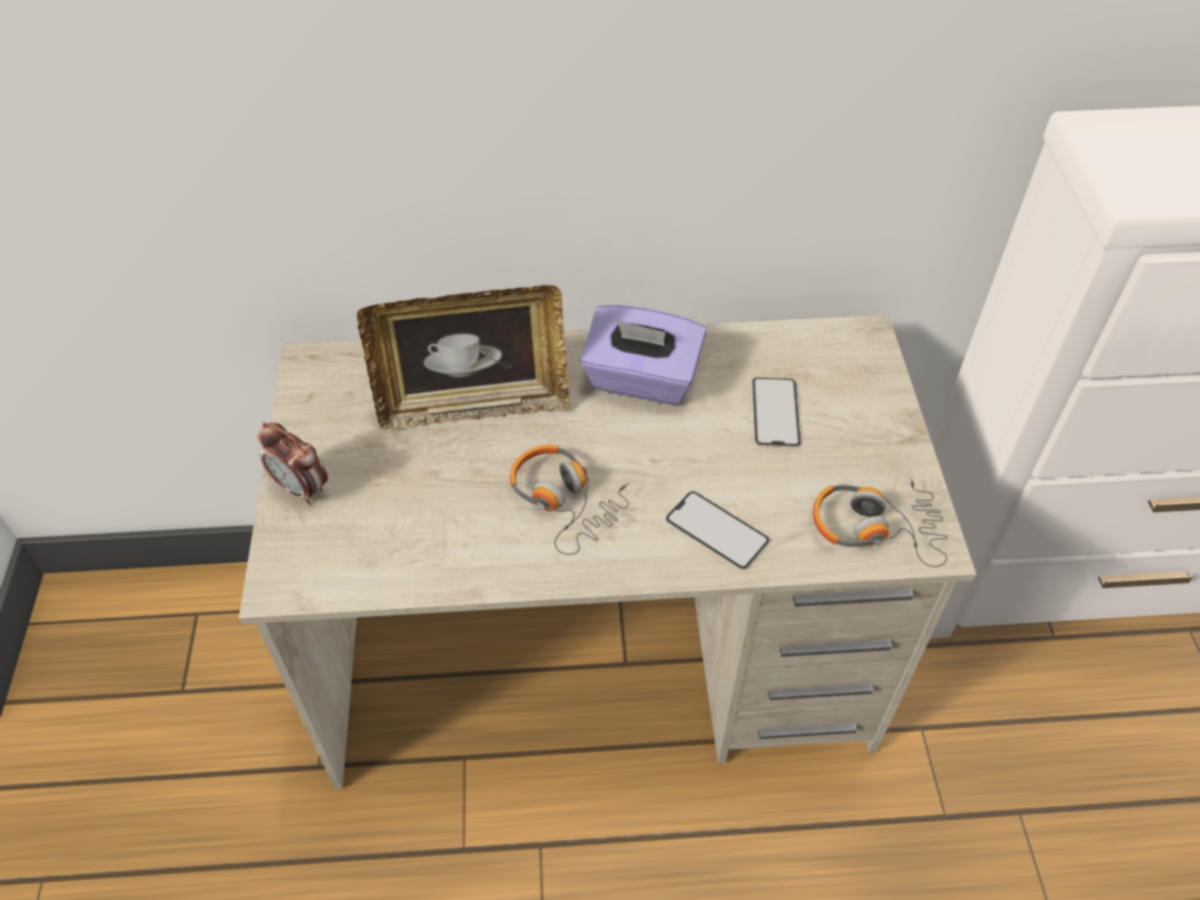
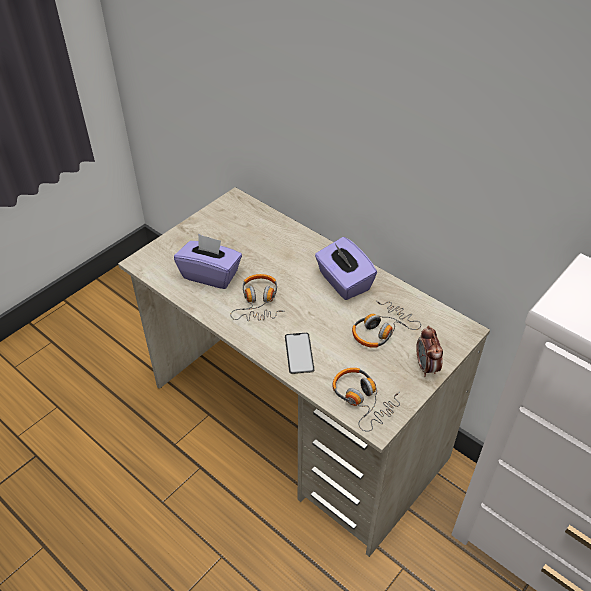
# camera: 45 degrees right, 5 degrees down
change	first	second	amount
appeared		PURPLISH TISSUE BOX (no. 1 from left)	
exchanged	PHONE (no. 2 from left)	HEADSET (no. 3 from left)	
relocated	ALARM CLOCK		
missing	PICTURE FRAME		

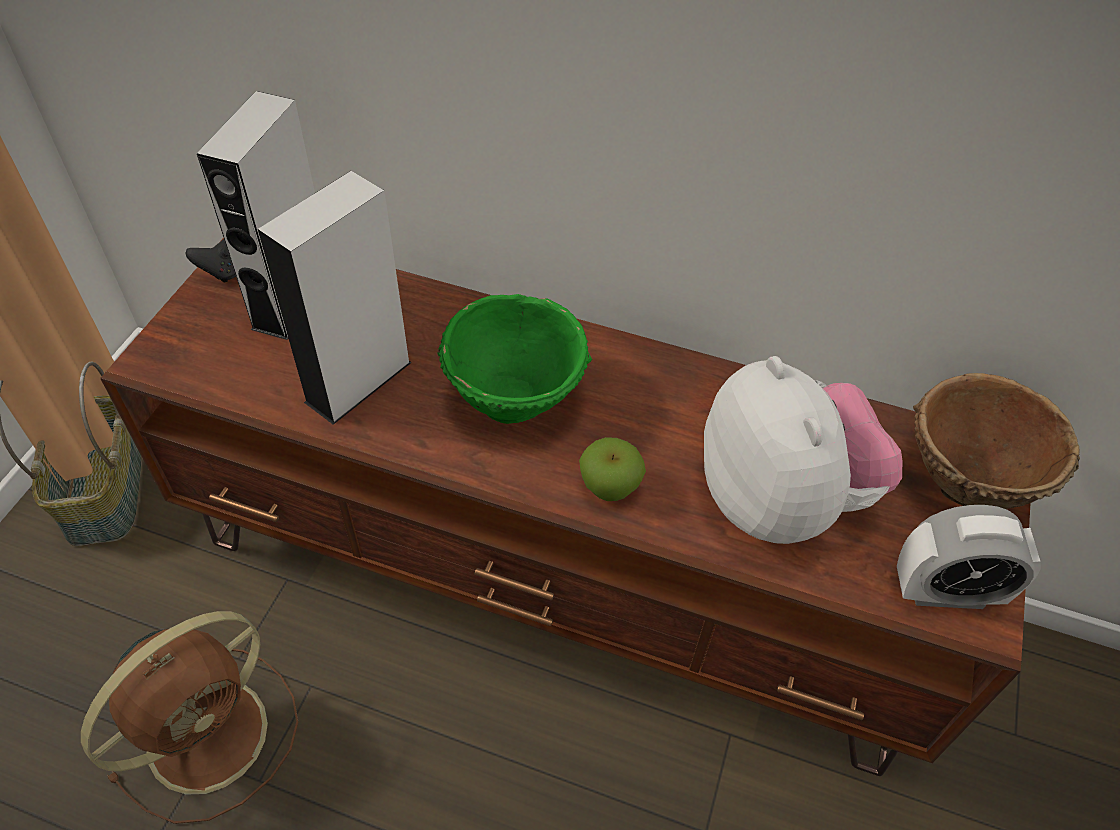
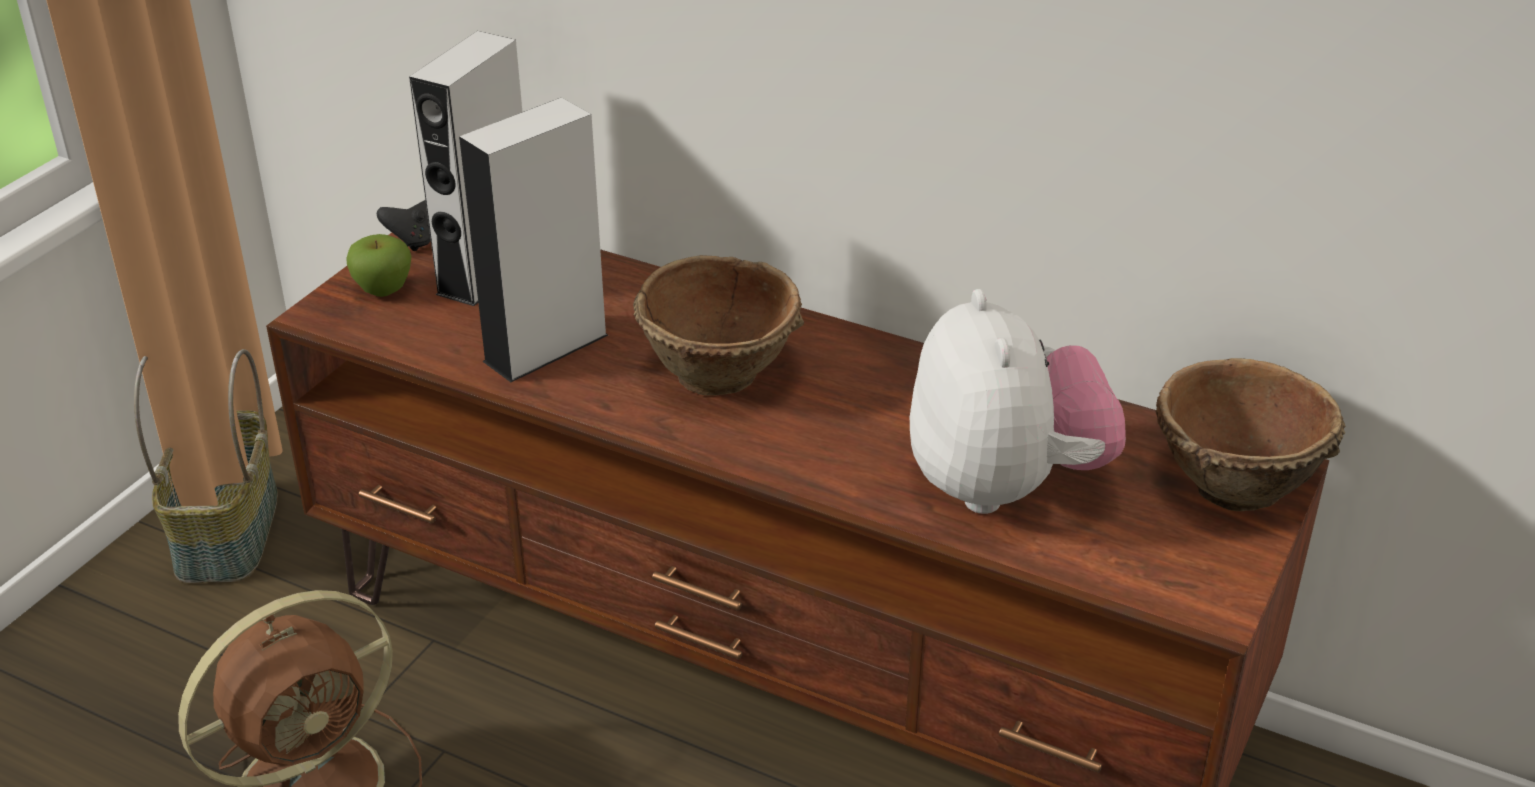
# camera: 10 degrees right, 15 degrees down
change	first	second	amount
relocated	WHOLE APPLE		
colour	GREEN DEEP DISH	BROWNISH DEEP DISH (no. 1 from left)	
missing	ALARM CLOCK		

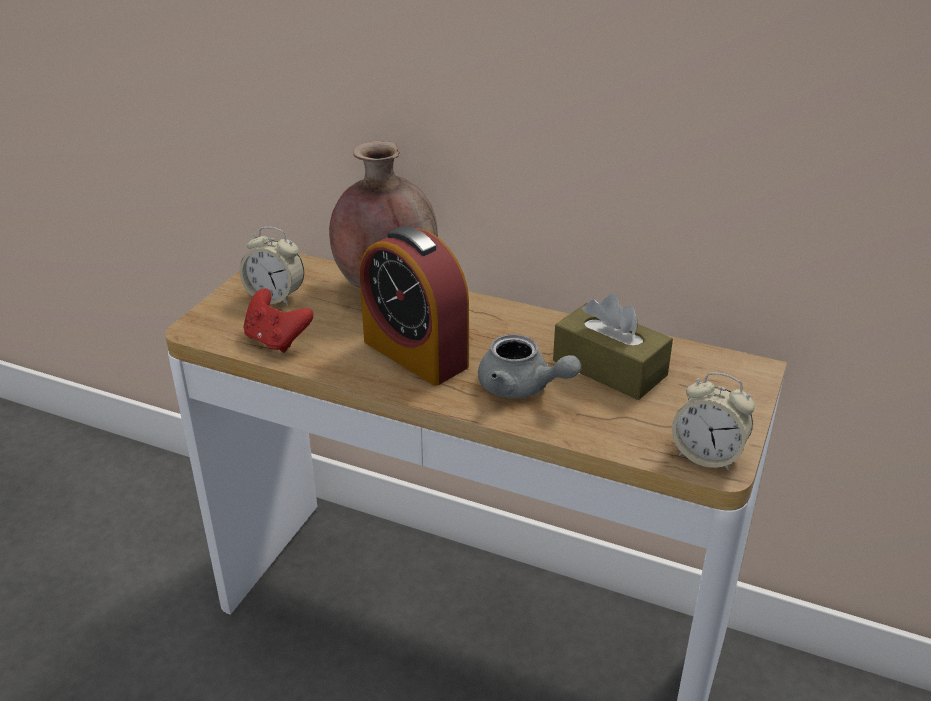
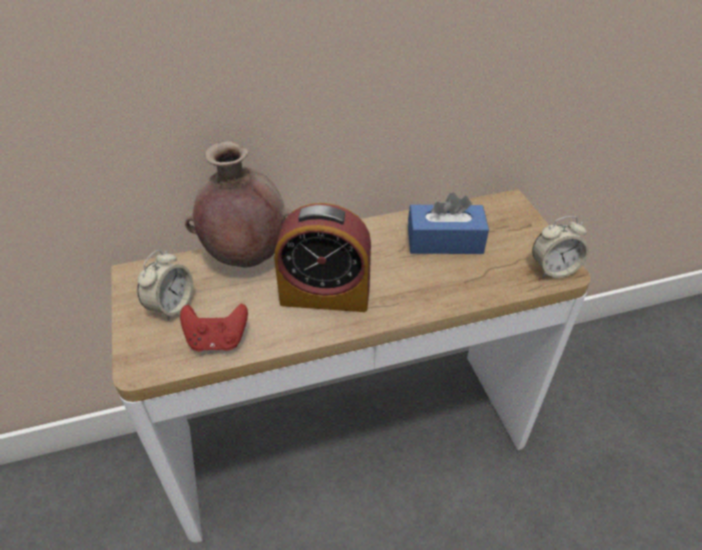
# camera: 40 degrees left, 10 degrees up
change	first	second	amount
spun	ALARM CLOCK (no. 1 from left)		45 degrees counterclockwise
colour	BROWNISH TISSUE BOX	BLUE TISSUE BOX	
missing	GREY POT FOR TEA		

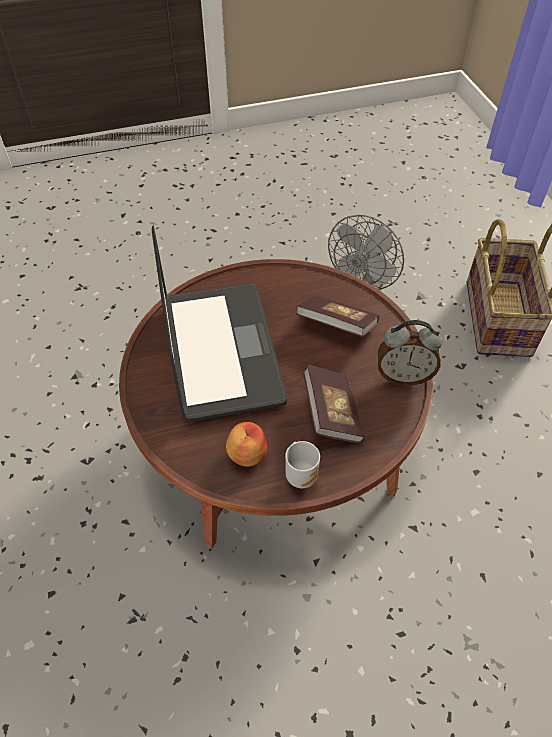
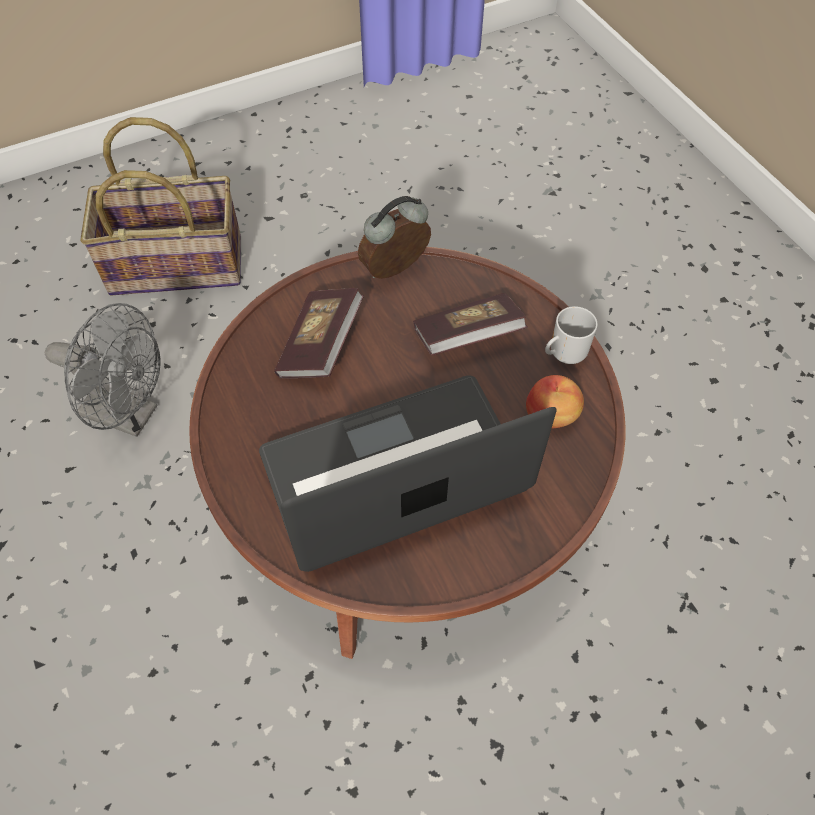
# camera: 100 degrees left, 5 degrees up
change	first	second	amount
spun	ALARM CLOCK		120 degrees counterclockwise

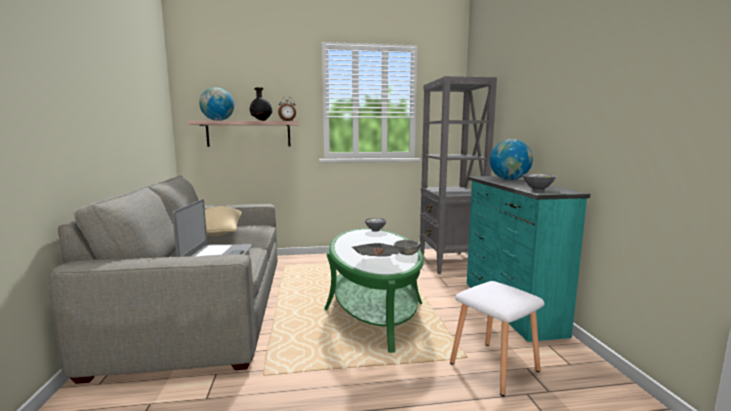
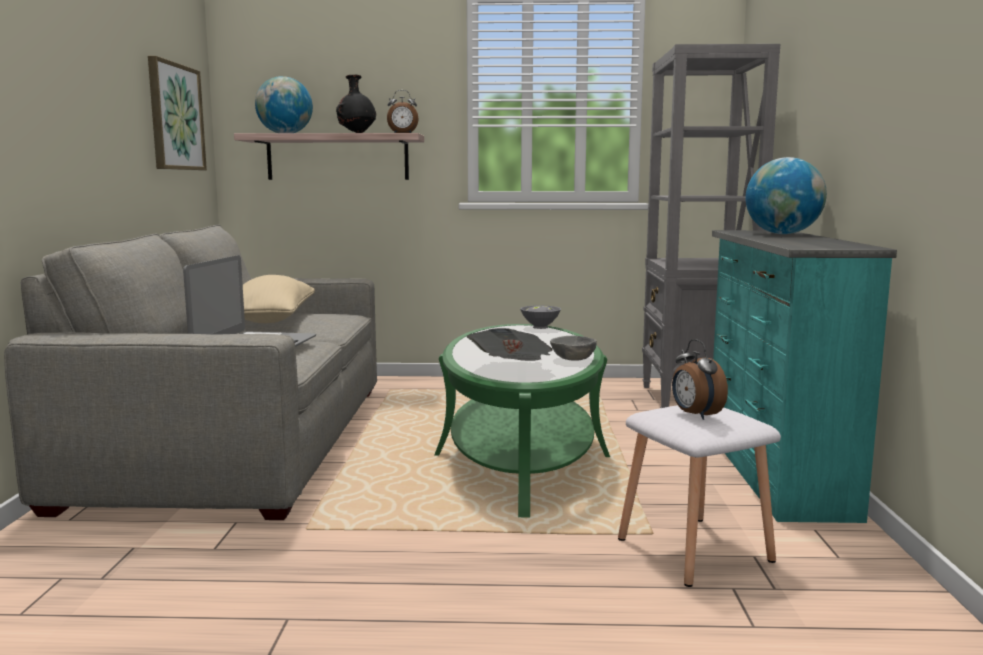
# camera: 10 degrees right, 0 degrees up
change	first	second	amount
appeared		WALL ART	
appeared		ALARM CLOCK (no. 2 from left)	
missing	GREY DEEP DISH (no. 3 from left)		

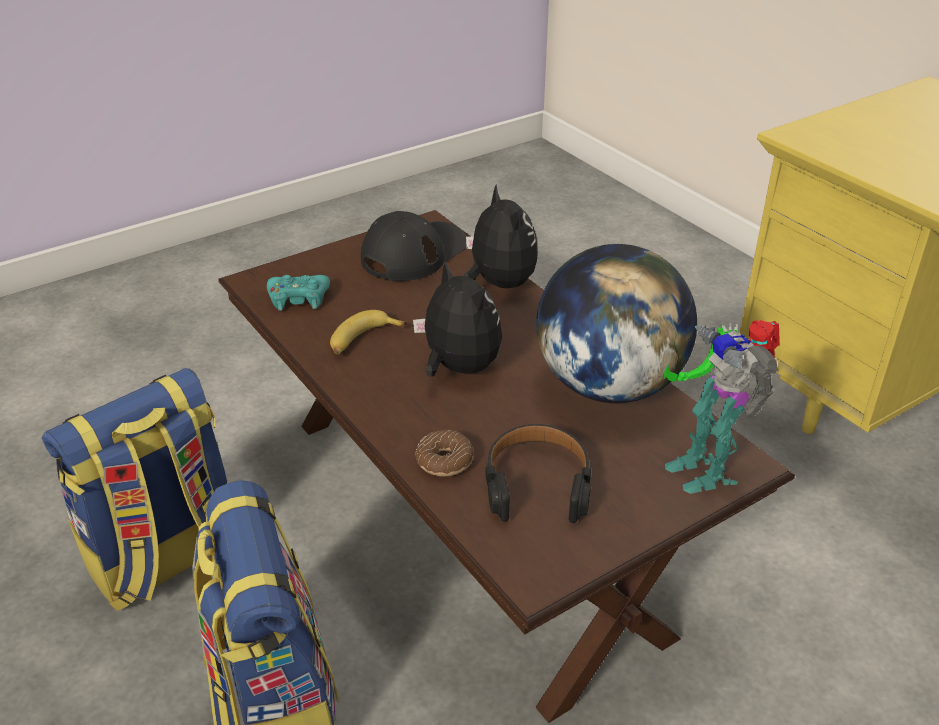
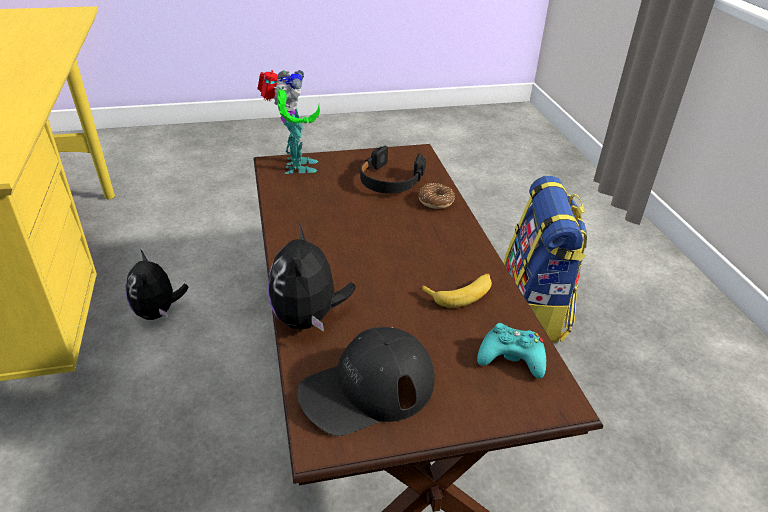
# camera: 160 degrees left, 0 degrees up
change	first	second	amount
relocated	SOFT TOY (no. 1 from left)		
missing	RUCKSACK (no. 1 from left)		
missing	WORLD GLOBE		

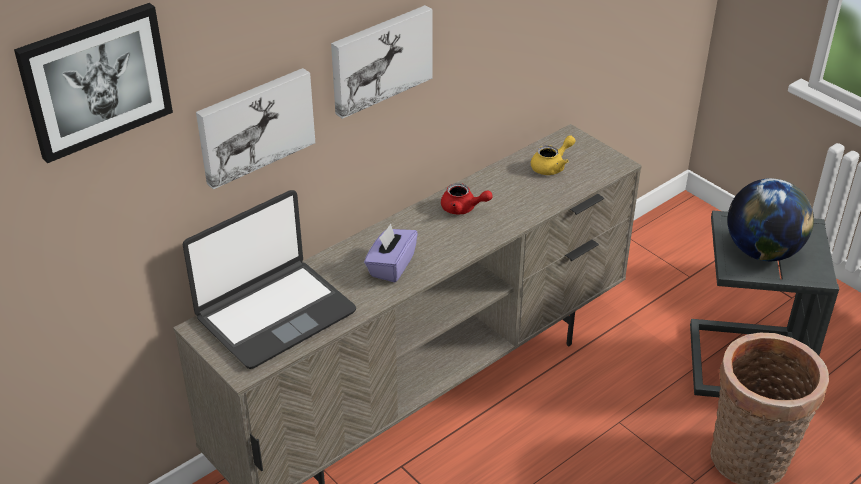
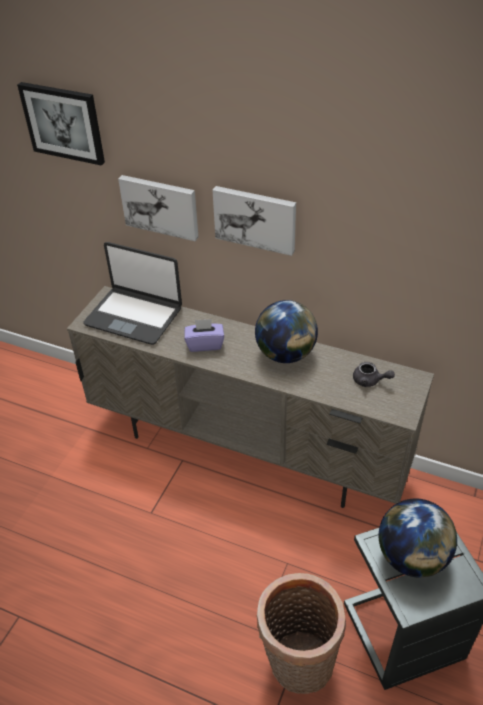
# camera: 65 degrees right, 5 degrees up
change	first	second	amount
exchanged	RED POT FOR TEA	WORLD GLOBE (no. 1 from left)	
colour	YELLOW POT FOR TEA	GREY POT FOR TEA	

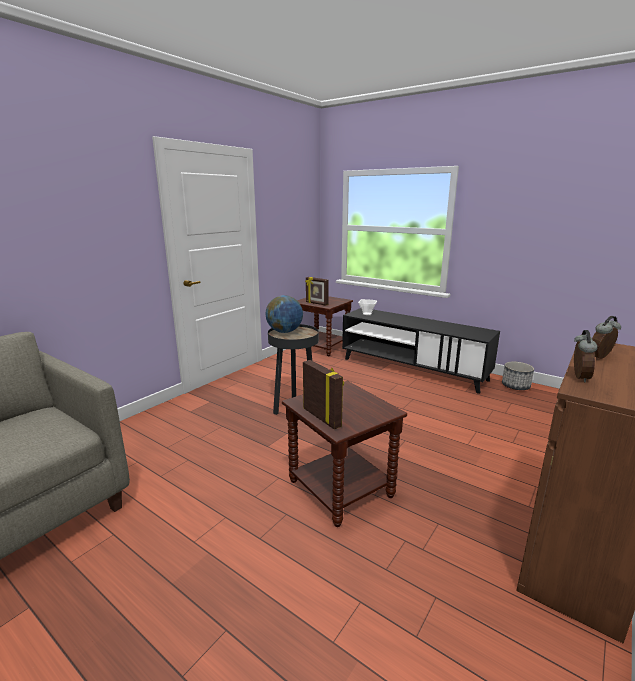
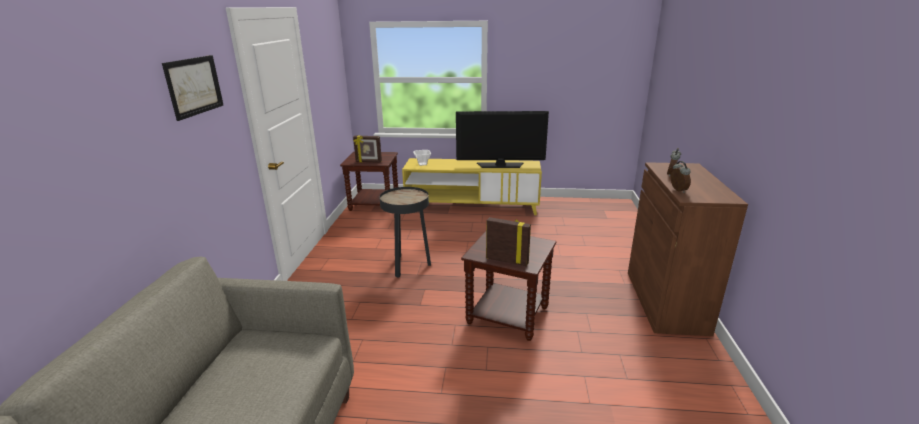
# camera: 30 degrees left, 5 degrees up
change	first	second	amount
appeared		WALL ART	
colour	BLACKISH MEDIA CONSOLE	YELLOW MEDIA CONSOLE	
appeared		TV SET	
missing	WORLD GLOBE		
missing	PLANT POT		

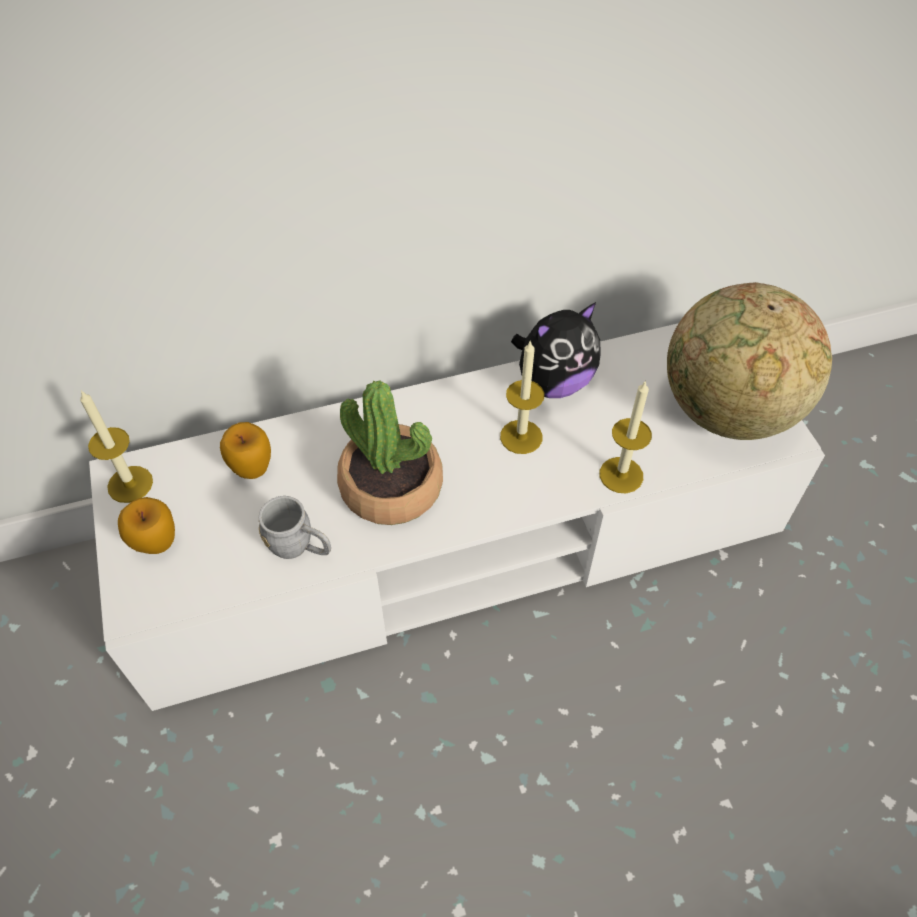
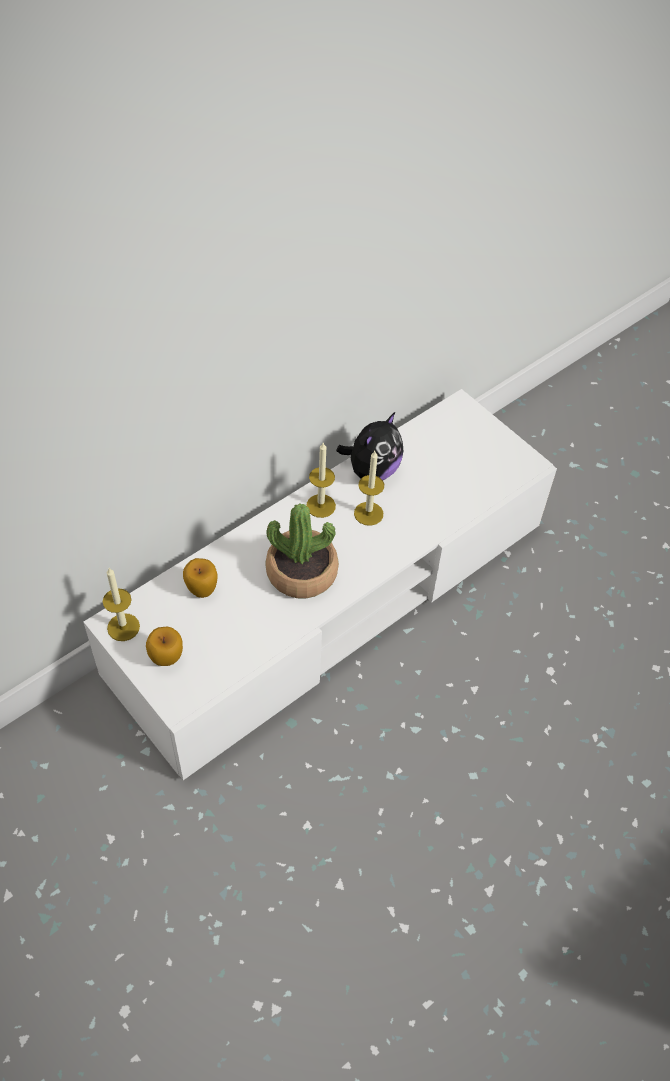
# camera: 25 degrees left, 0 degrees up
change	first	second	amount
relocated	CANDLE (no. 3 from left in the first image)	CANDLE (no. 2 from left)	
missing	GREY COFFEE MUG		
missing	WORLD GLOBE		

